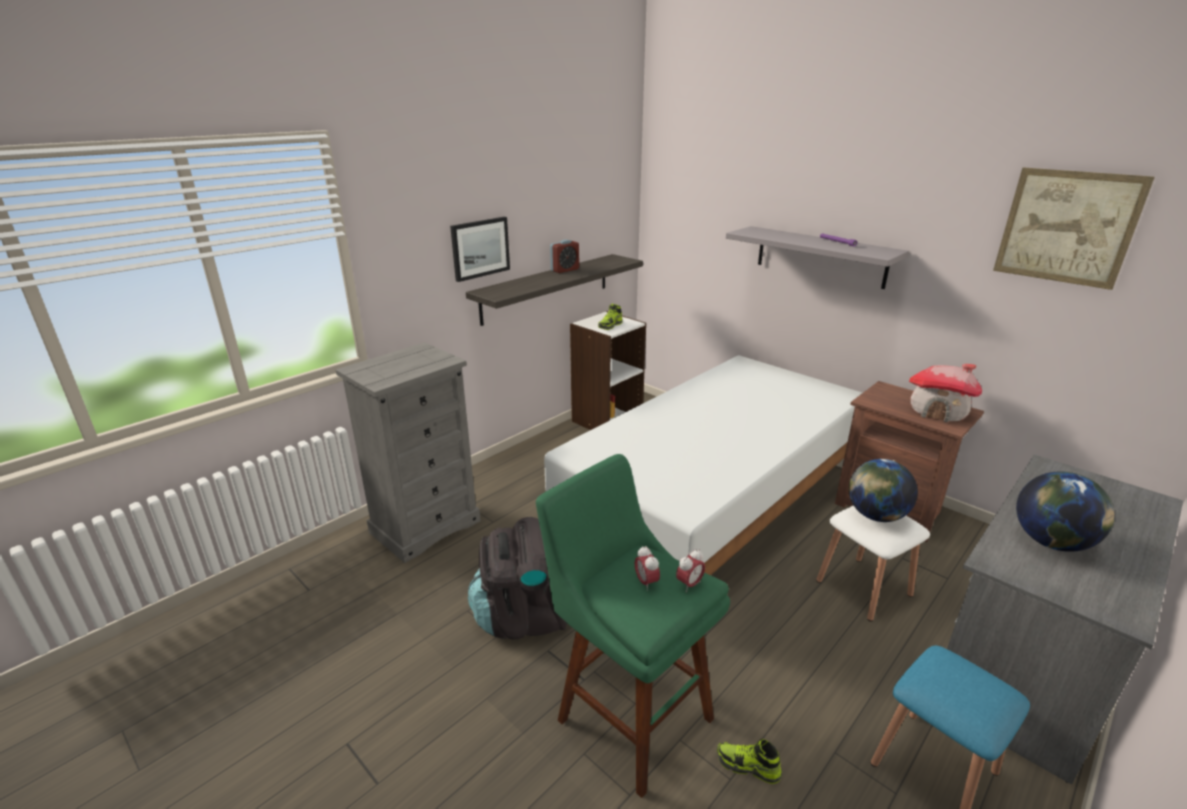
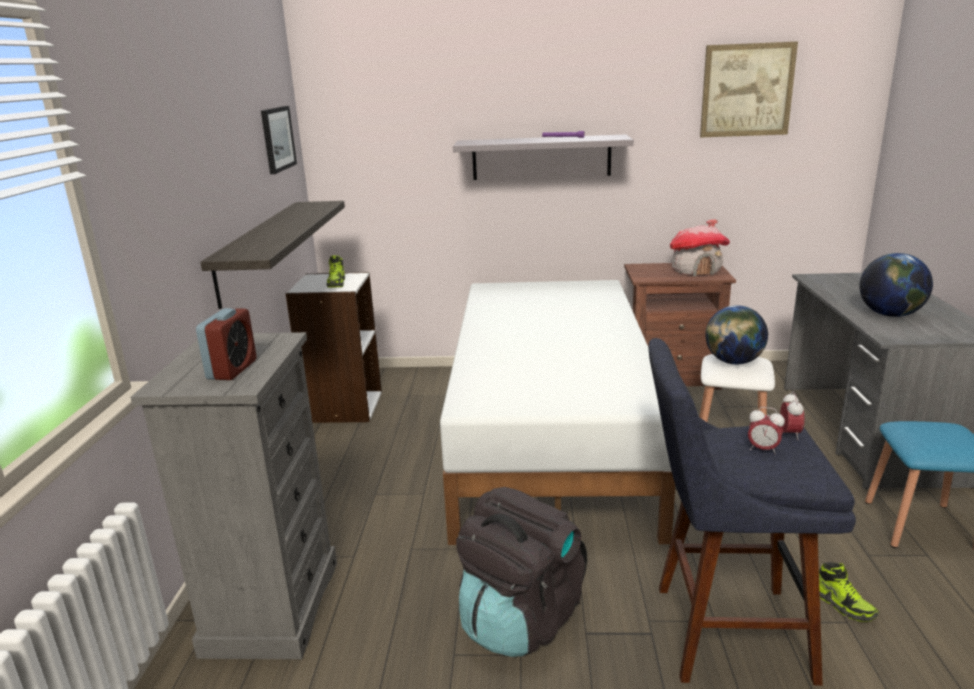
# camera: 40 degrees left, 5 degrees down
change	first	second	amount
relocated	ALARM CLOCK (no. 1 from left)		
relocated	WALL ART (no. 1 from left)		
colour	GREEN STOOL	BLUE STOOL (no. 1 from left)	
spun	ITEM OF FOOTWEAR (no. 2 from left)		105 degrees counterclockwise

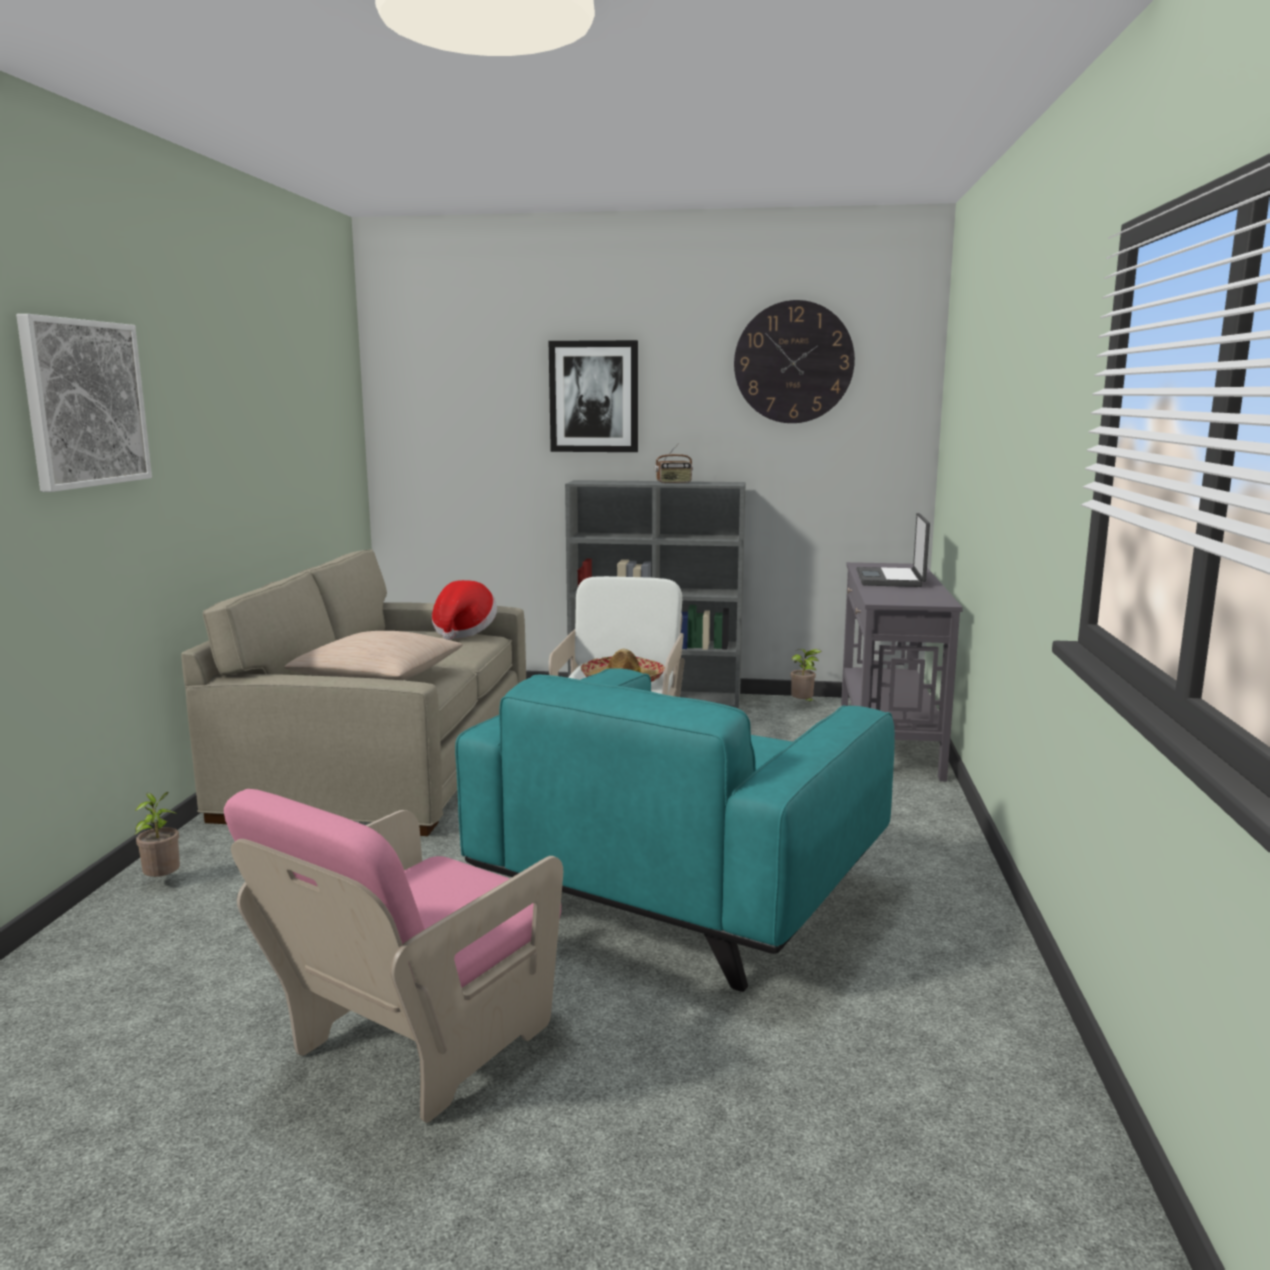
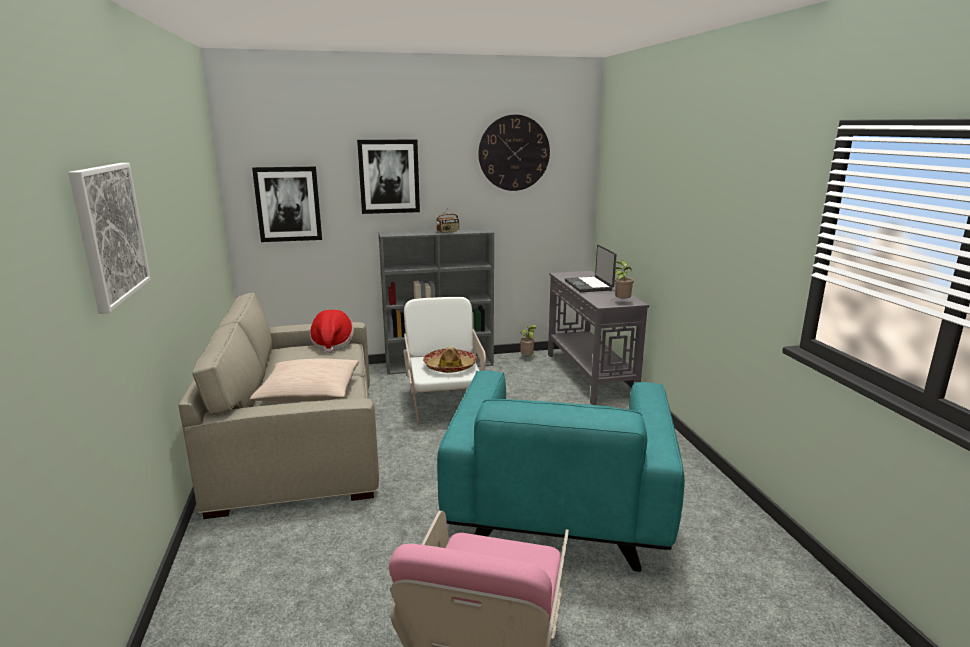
# camera: 20 degrees left, 5 degrees up
change	first	second	amount
appeared		WALL ART (no. 2 from left)	
relocated	HOUSEPLANT (no. 1 from left in the first image)	HOUSEPLANT (no. 2 from left)	

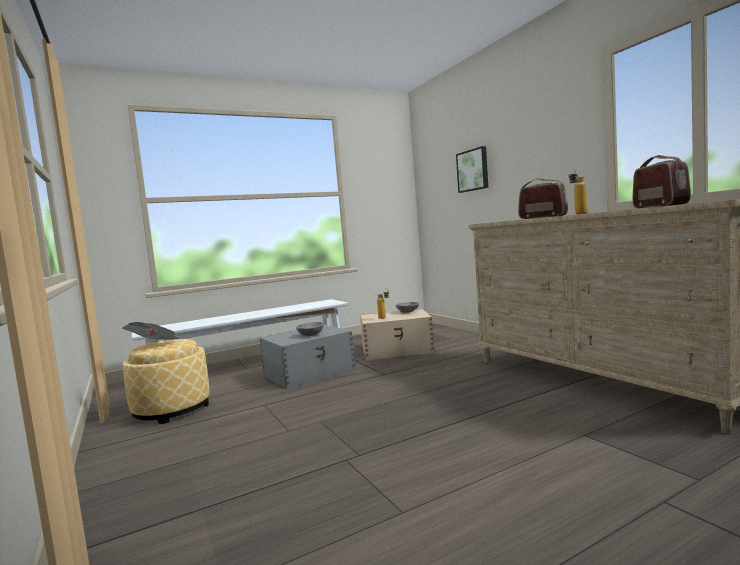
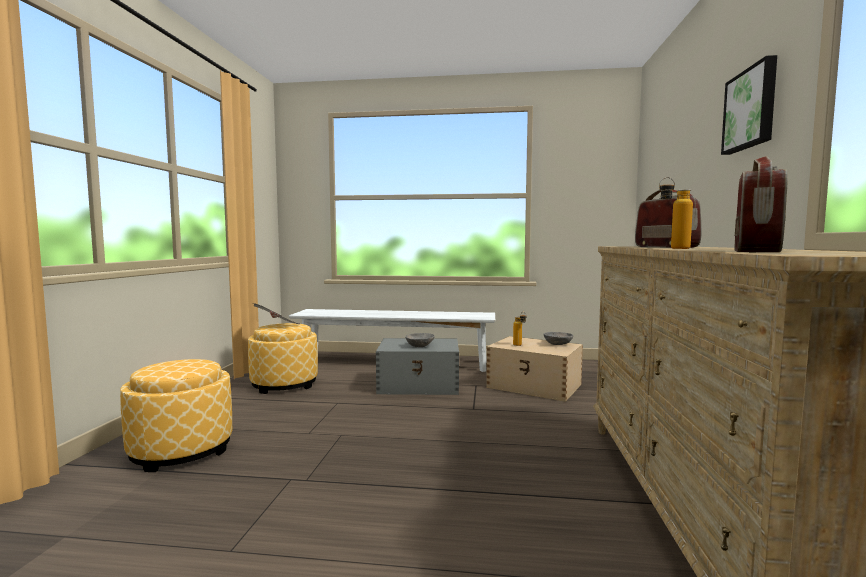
# camera: 35 degrees right, 0 degrees up
change	first	second	amount
appeared		OTTOMAN (no. 1 from left)	
relocated	WALL ART		

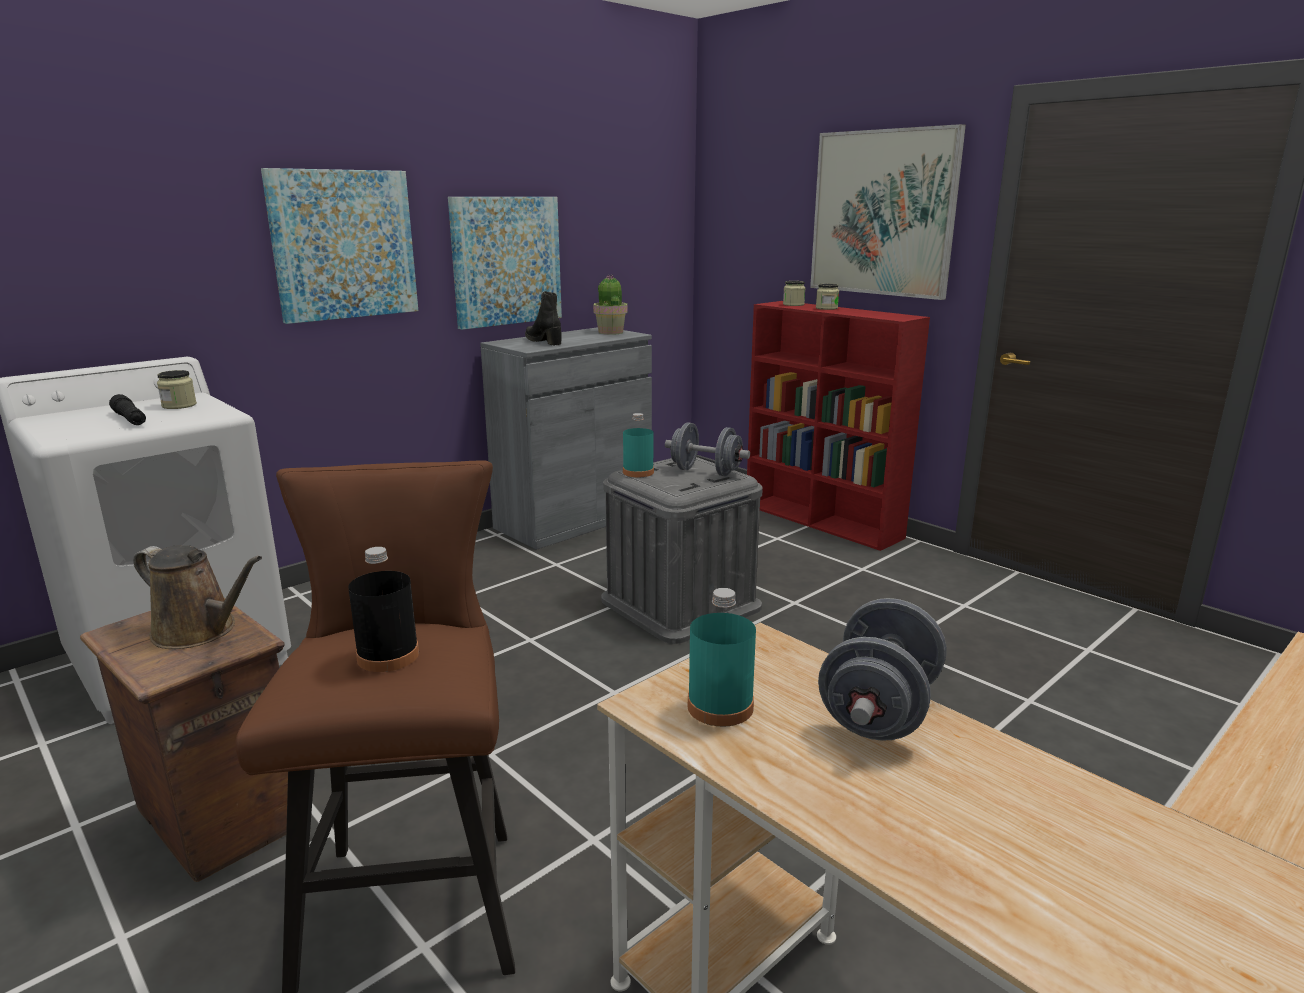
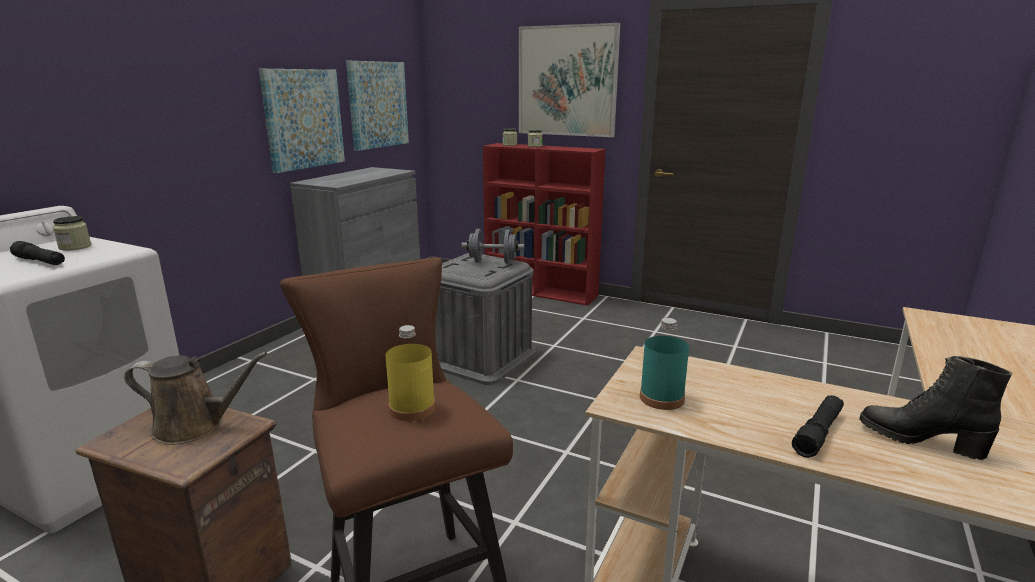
# camera: 20 degrees left, 0 degrees up
change	first	second	amount
relocated	WALL ART (no. 1 from left in the first image)	WALL ART (no. 2 from left)	
colour	BLACKISH BEVERAGE BOTTLE	YELLOW BEVERAGE BOTTLE	
appeared		BLACKISH FLASHLIGHT (no. 2 from left)	
relocated	BLACKISH BOOT		
missing	HOUSEPLANT		
missing	BLUE-GREEN BEVERAGE BOTTLE (no. 1 from left)		
missing	GREY HAND WEIGHT (no. 2 from left)		

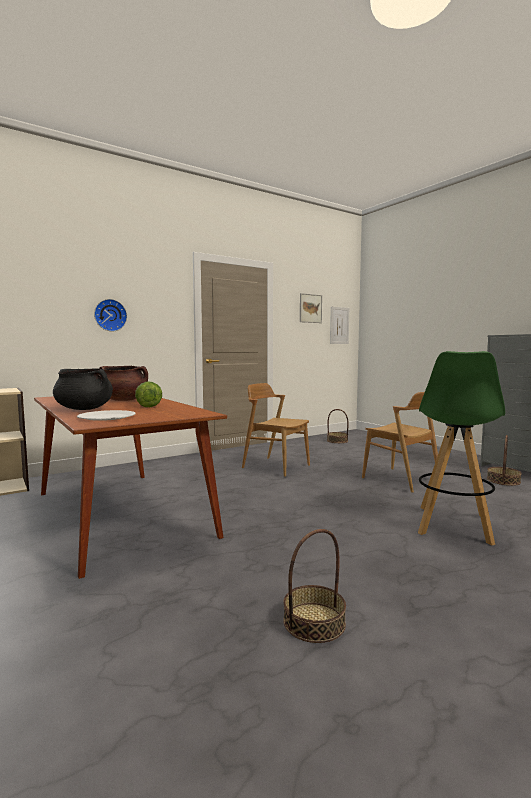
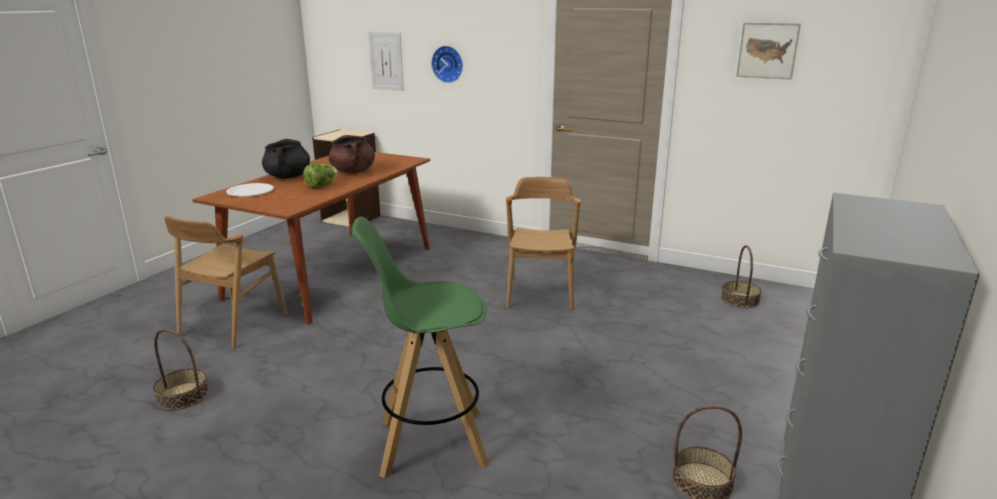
# camera: 60 degrees right, 15 degrees up
change	first	second	amount
relocated	BROWNISH UPRIGHT CHAIR (no. 2 from left in the first image)	BROWNISH UPRIGHT CHAIR (no. 1 from left)	
relocated	WALL ART (no. 2 from left in the first image)	WALL ART (no. 1 from left)	

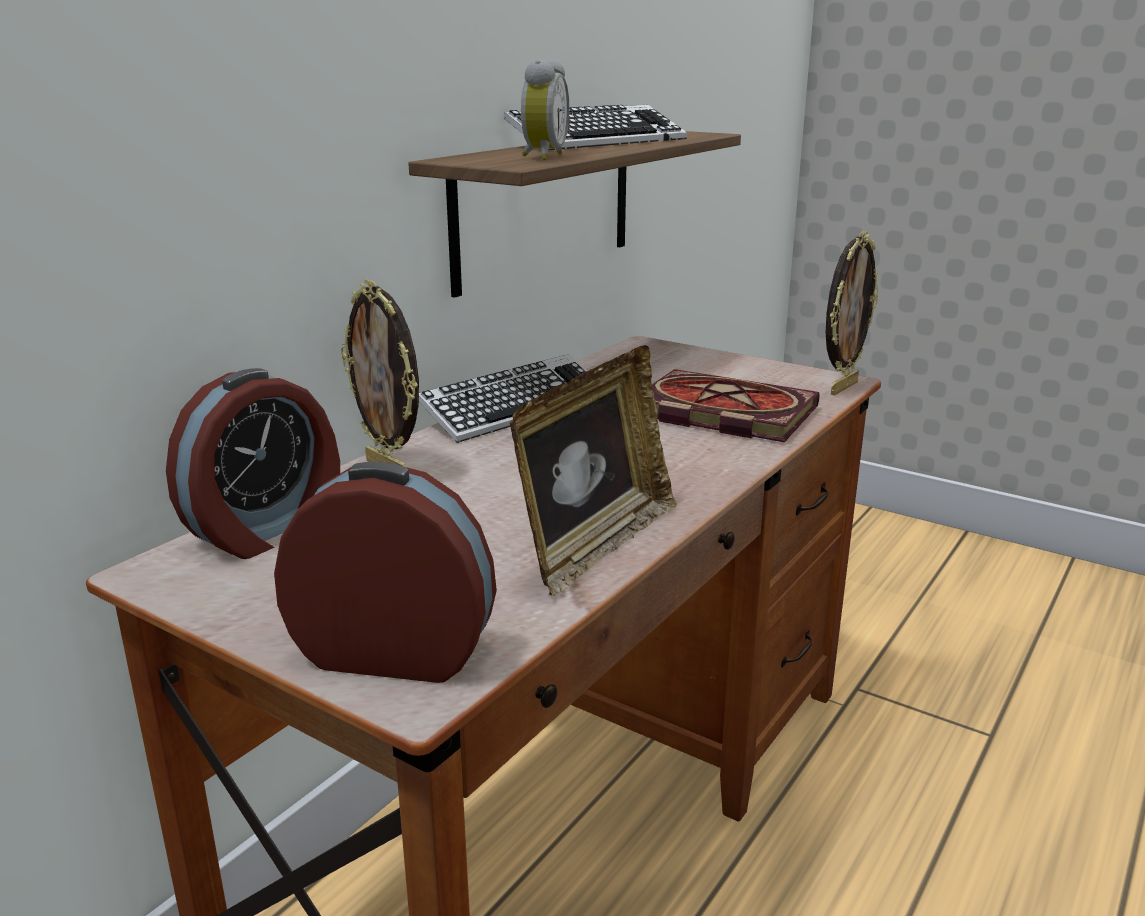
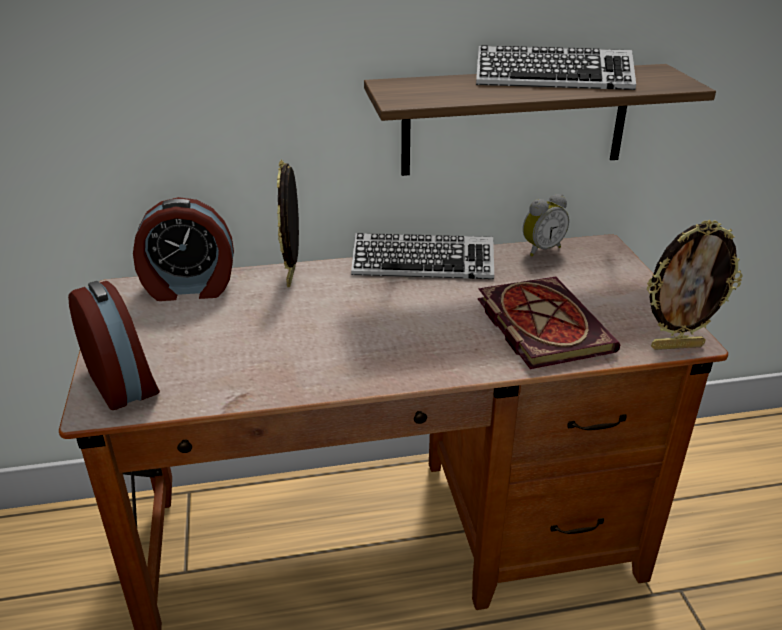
# camera: 45 degrees right, 10 degrees up
change	first	second	amount
relocated	ALARM CLOCK (no. 3 from left)		
missing	PICTURE FRAME (no. 2 from left)		

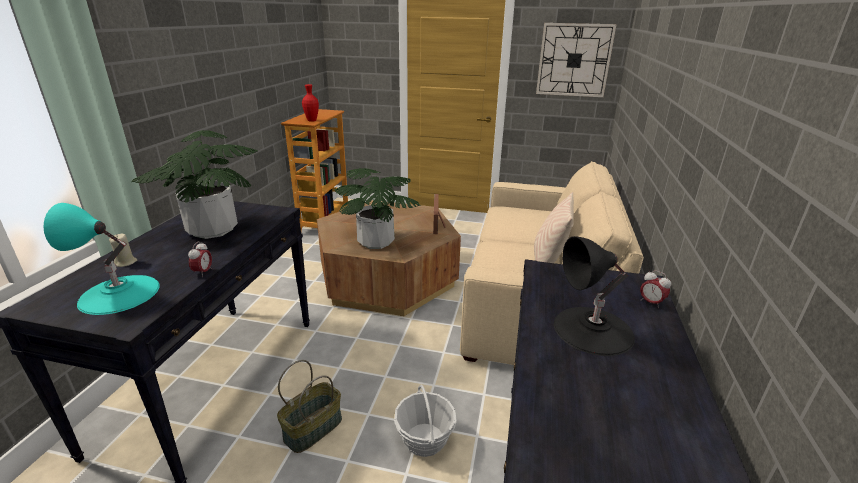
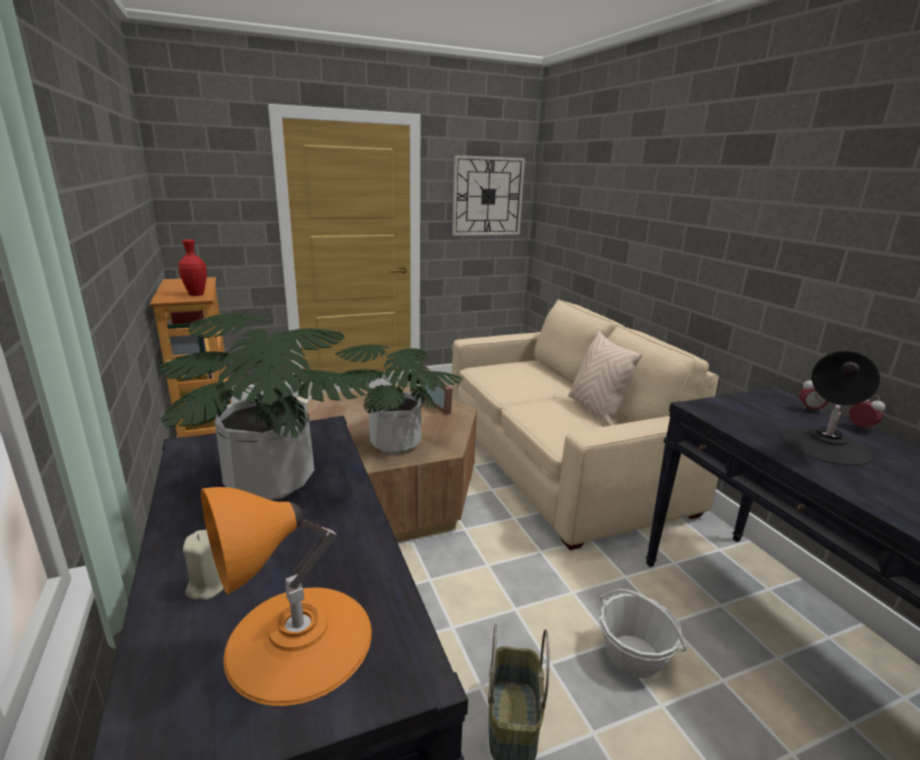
# camera: 35 degrees left, 5 degrees down
change	first	second	amount
colour	BLUE-GREEN TABLE LAMP	ORANGE TABLE LAMP	
relocated	ALARM CLOCK (no. 1 from left in the first image)	ALARM CLOCK (no. 2 from left)	

